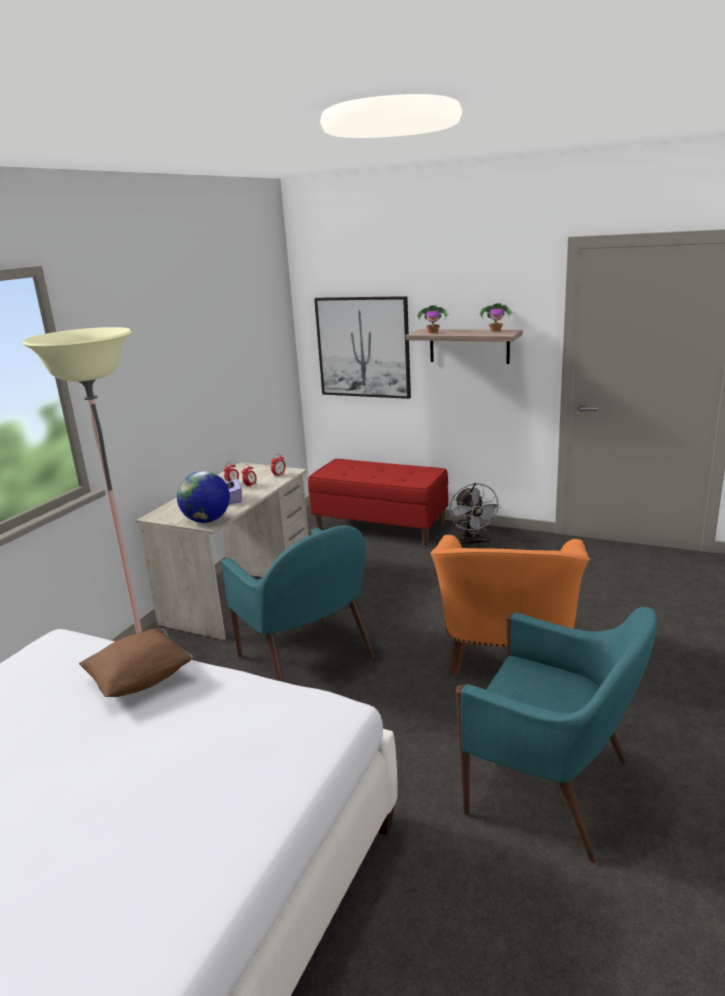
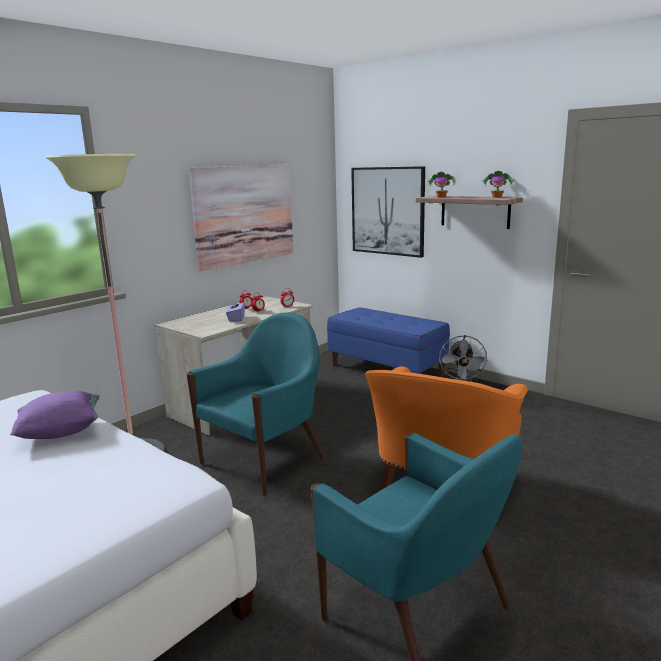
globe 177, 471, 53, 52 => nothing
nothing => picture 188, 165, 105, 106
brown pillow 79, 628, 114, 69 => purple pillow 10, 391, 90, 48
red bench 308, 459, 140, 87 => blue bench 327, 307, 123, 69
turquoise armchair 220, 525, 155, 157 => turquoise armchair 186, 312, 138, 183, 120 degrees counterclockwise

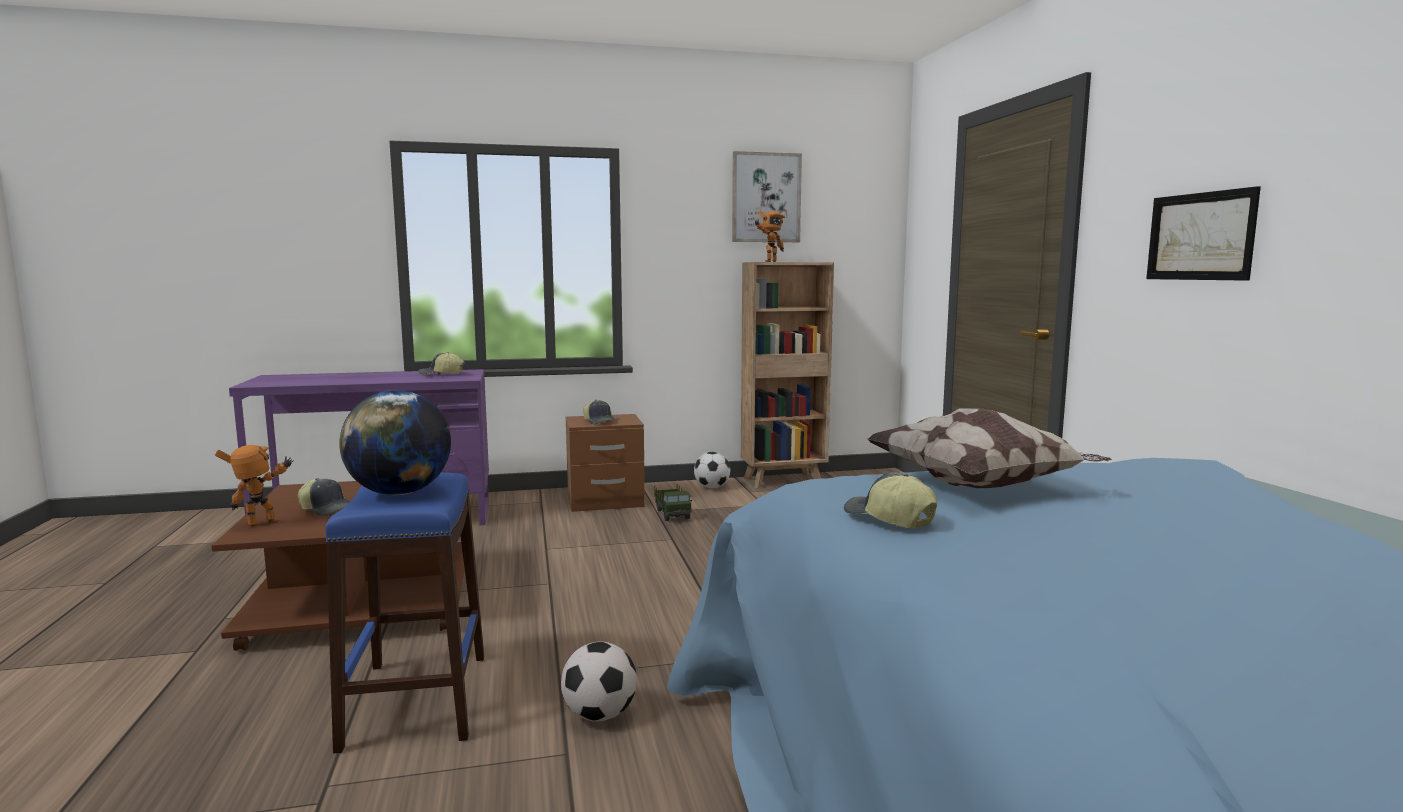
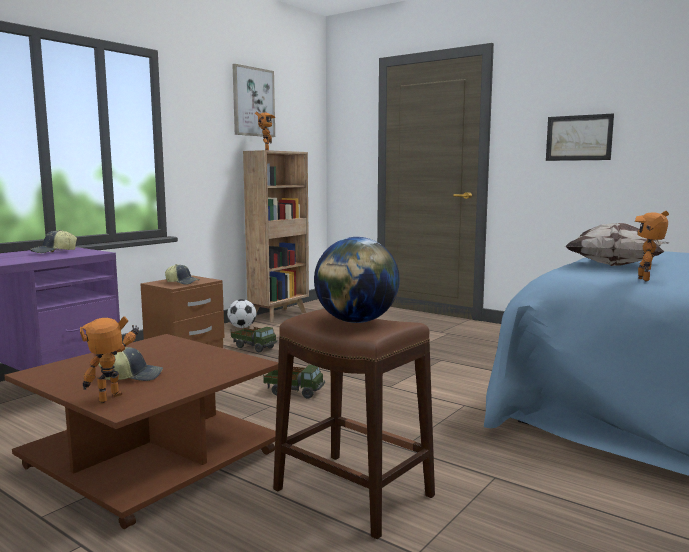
football 561, 641, 76, 81 => nothing
nothing => toy truck 263, 365, 62, 34
cap 844, 472, 93, 57 => toy robot 635, 211, 34, 70
blue stool 325, 473, 159, 280 => brown stool 273, 309, 162, 230

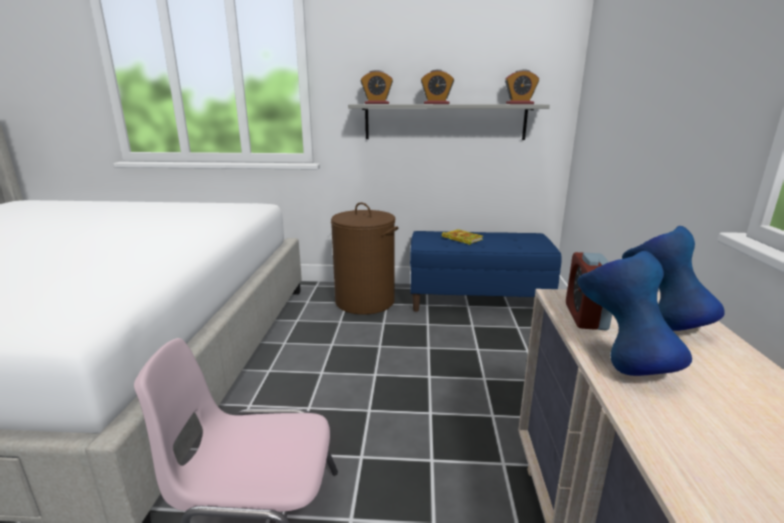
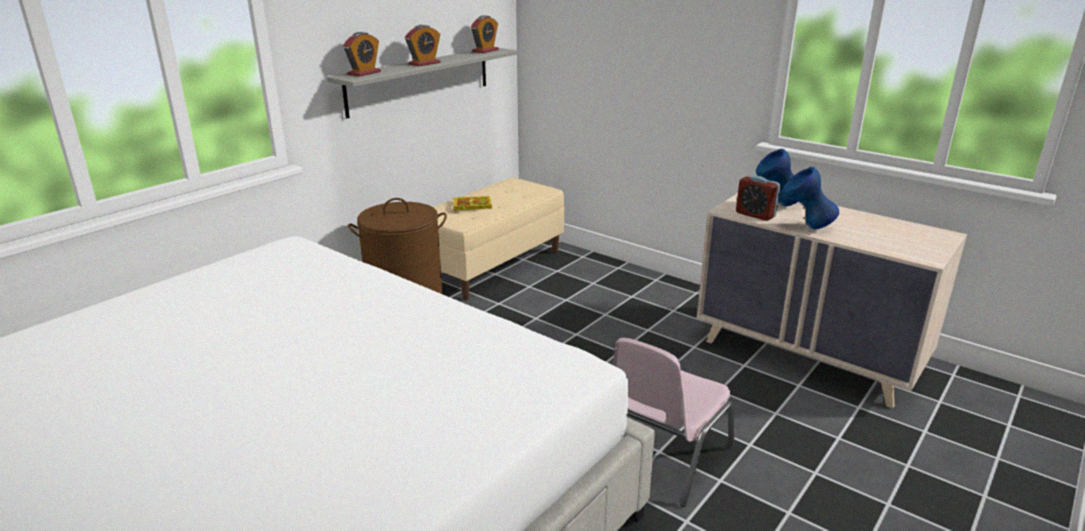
blue bench 410, 231, 152, 81 => beige bench 433, 177, 131, 123

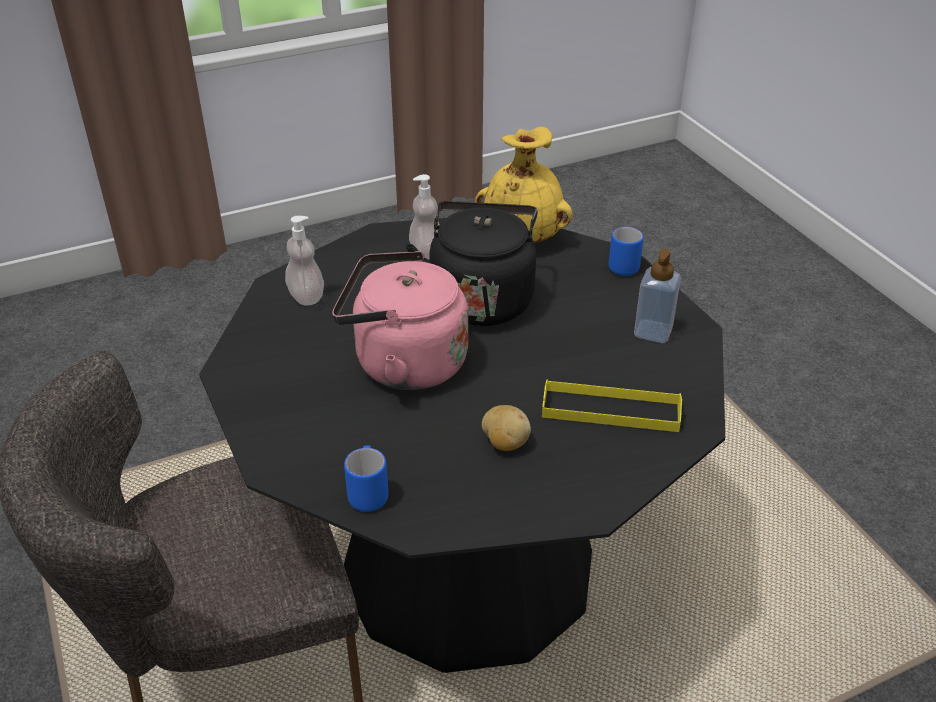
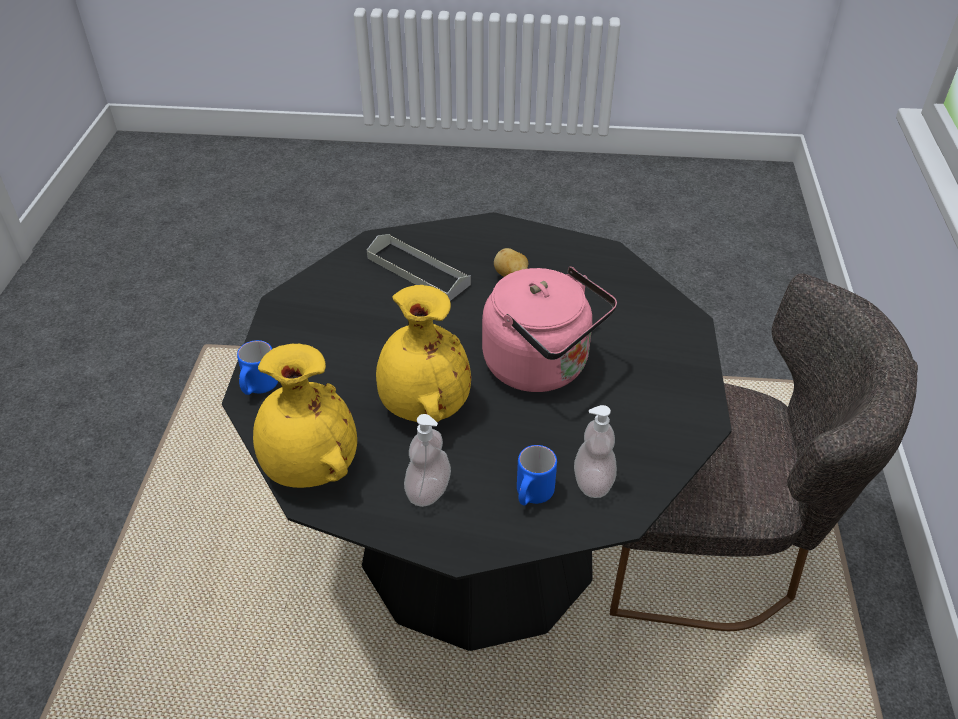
soap dispenser 634, 249, 47, 94 => nothing
blue mug 344, 445, 45, 67 => blue mug 517, 445, 40, 61, relocated
black kettle 406, 201, 132, 125 => yellow vase 376, 285, 95, 137
yellow tray 542, 379, 140, 53 => grey tray 367, 234, 104, 67

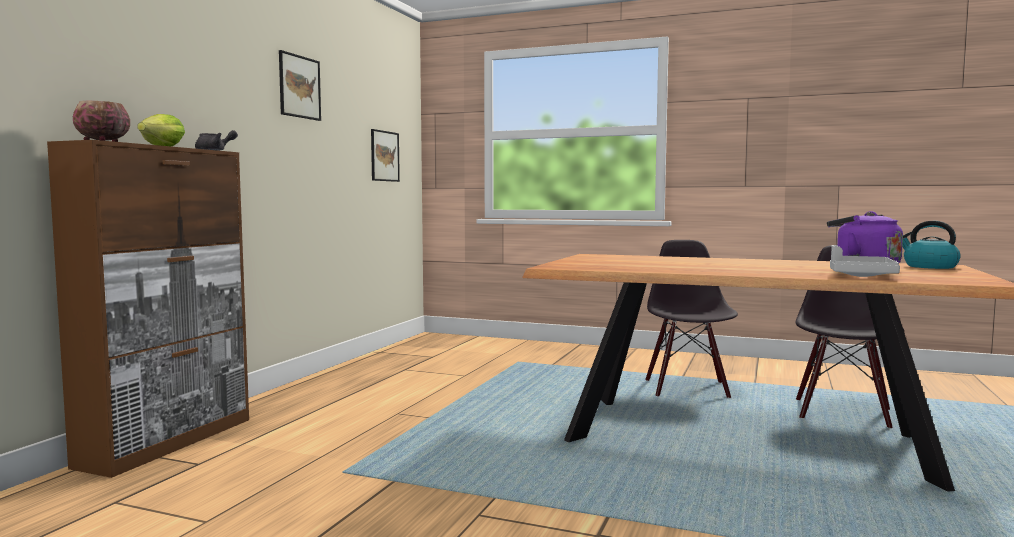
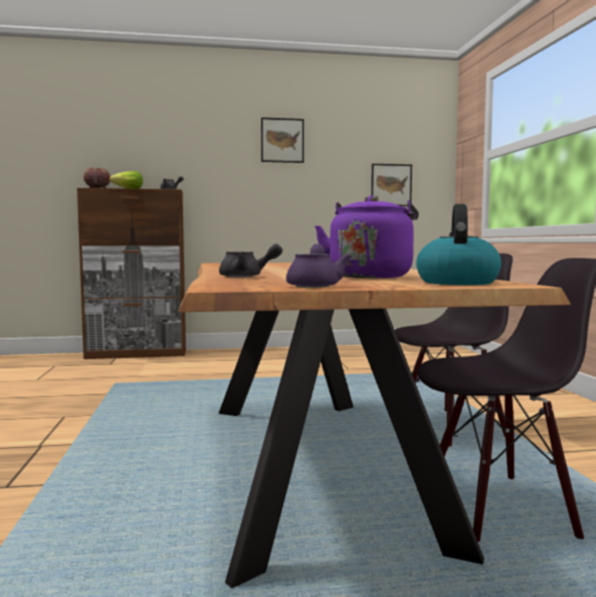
nothing => purple teapot 286, 244, 65, 44
grey tray 830, 245, 70, 32 => grey teapot 219, 244, 64, 34

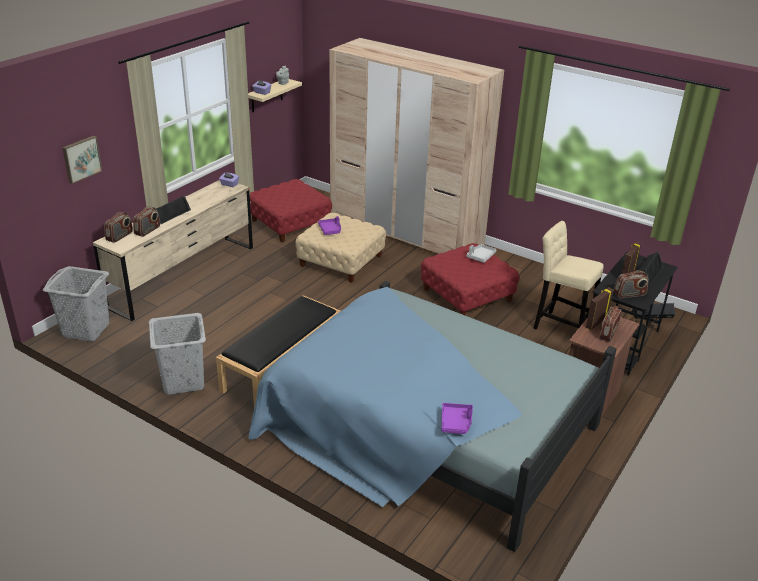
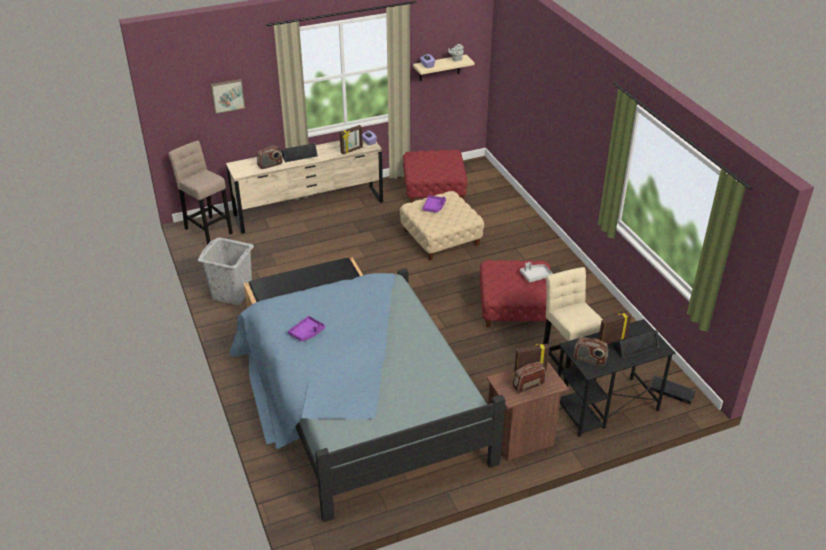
radio 104, 212, 29, 31 => nothing
beige wardrobe 329, 38, 175, 216 => nothing
nothing => picture frame 340, 125, 23, 29
purple tray 442, 403, 31, 31 => purple tray 288, 316, 37, 25, relocated
grey laundry basket 43, 266, 66, 75 => beige stool 168, 141, 65, 103

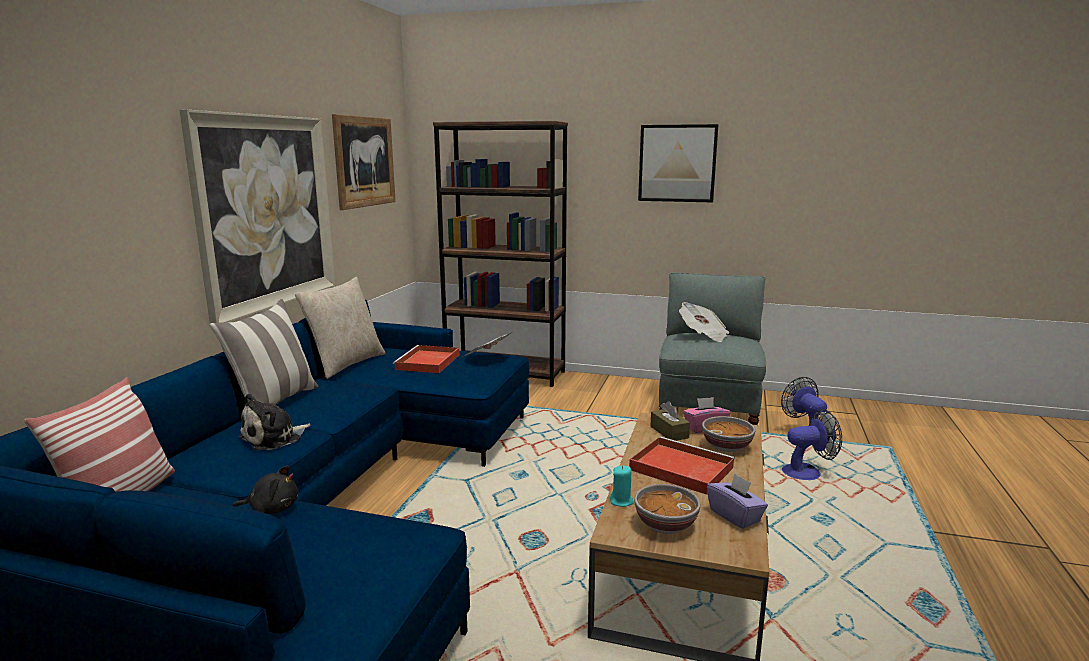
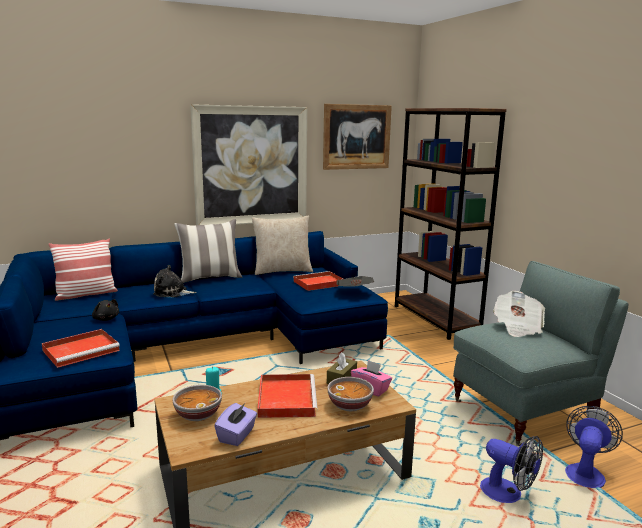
picture 638, 124, 81, 78 => nothing
nothing => red tray 42, 329, 78, 39

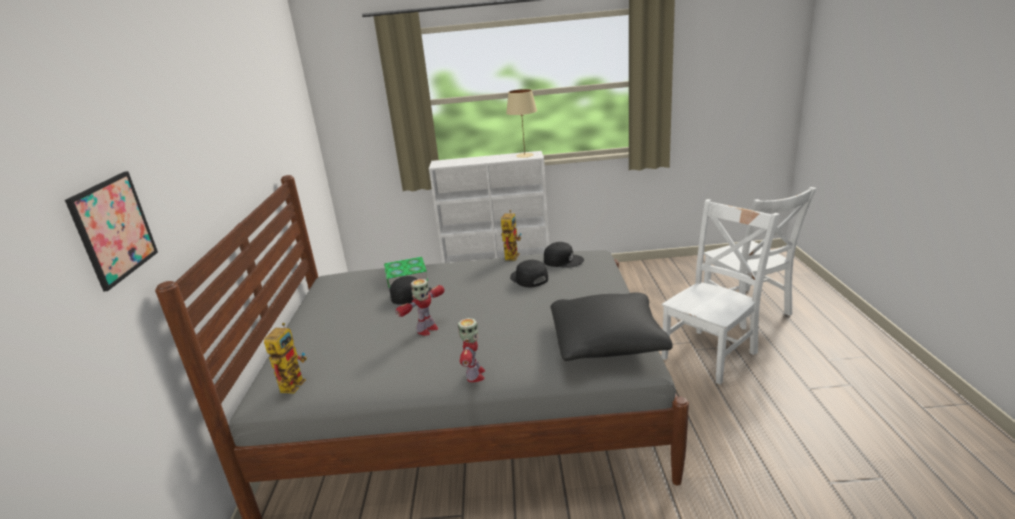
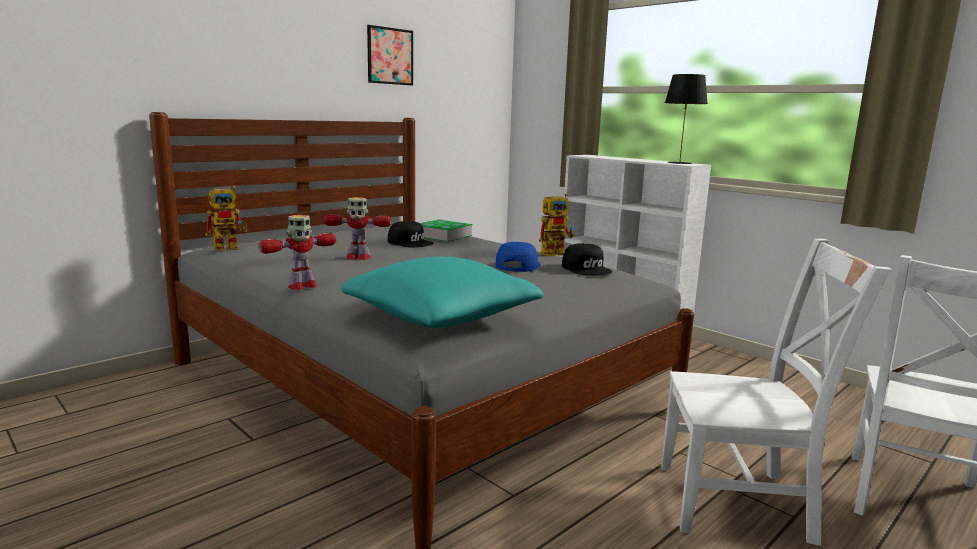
picture 65, 171, 93, 121 => picture 367, 25, 46, 60, relocated
beige table lamp 506, 89, 31, 69 => black table lamp 665, 74, 43, 90
black cap 510, 260, 38, 28 => blue cap 496, 242, 45, 30
black pillow 551, 292, 122, 69 => turquoise pillow 341, 257, 202, 71

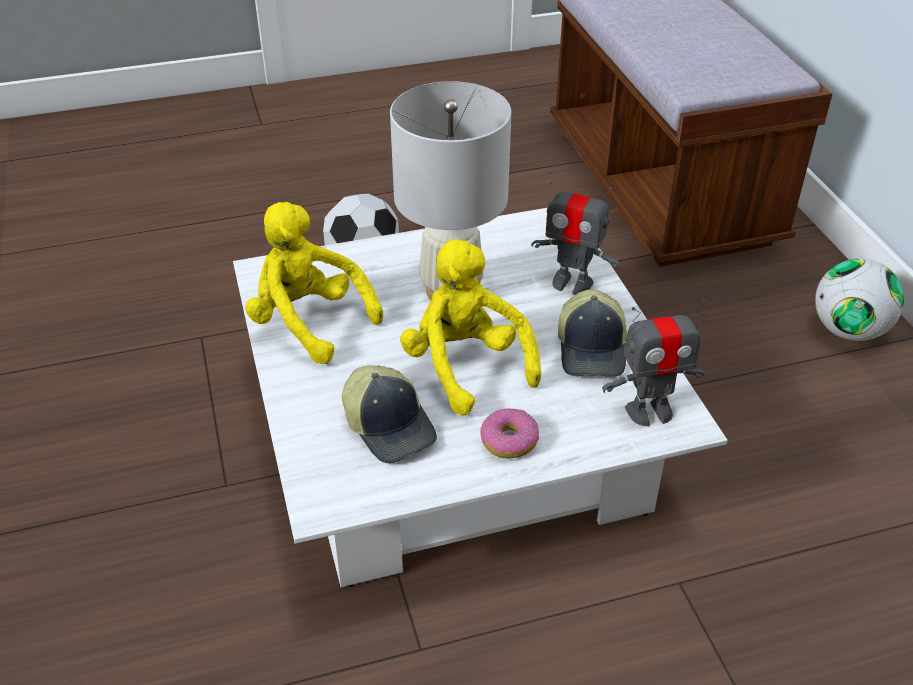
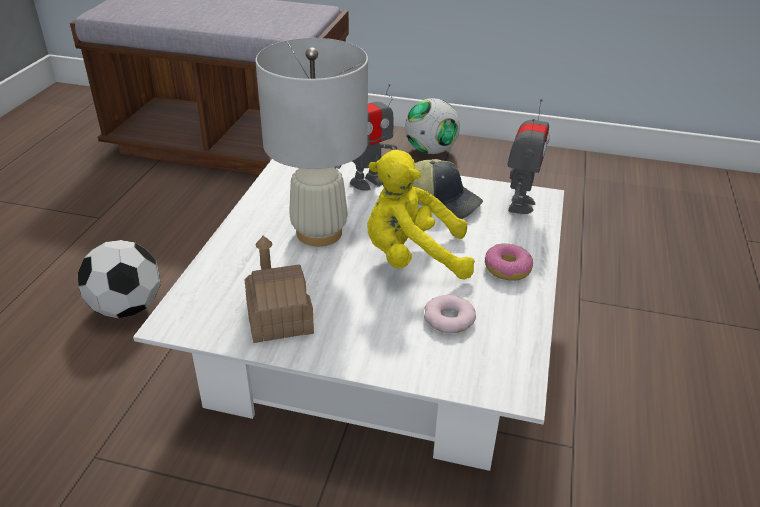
yellow plush toy 245, 202, 138, 162 => toy house 244, 236, 70, 107
cap 342, 365, 95, 98 => donut 424, 295, 52, 38

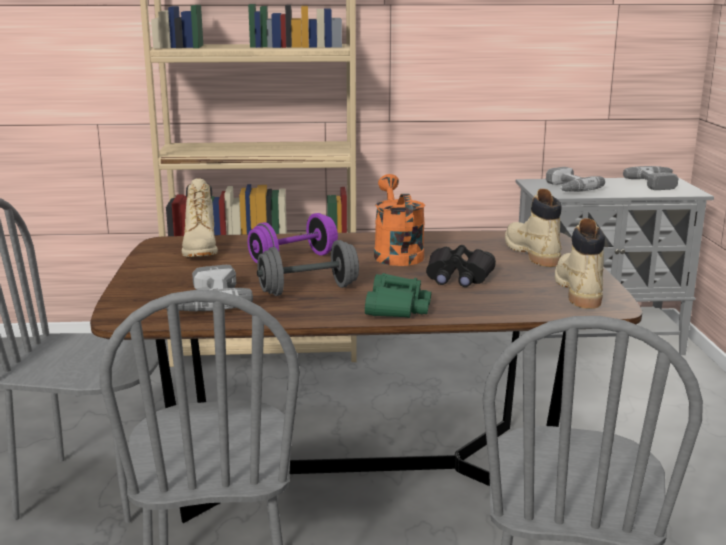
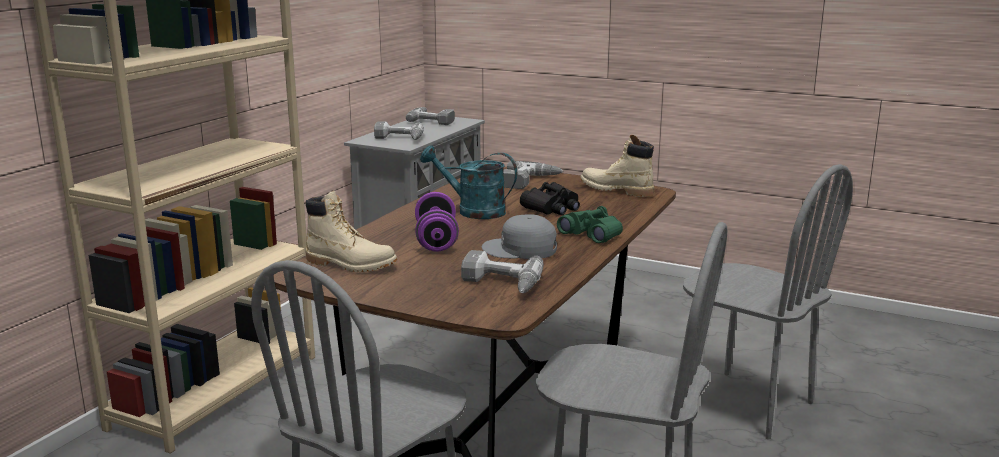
grey dumbbell 257, 240, 102, 56 => grey cap 482, 214, 75, 45
beige boot 505, 189, 57, 78 => power drill 503, 161, 60, 28
orange watering can 374, 174, 51, 92 => turquoise watering can 420, 146, 97, 73

